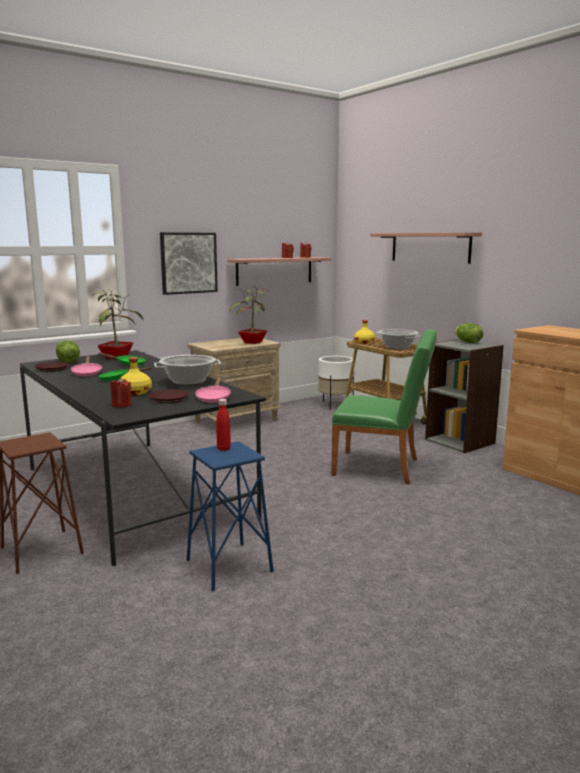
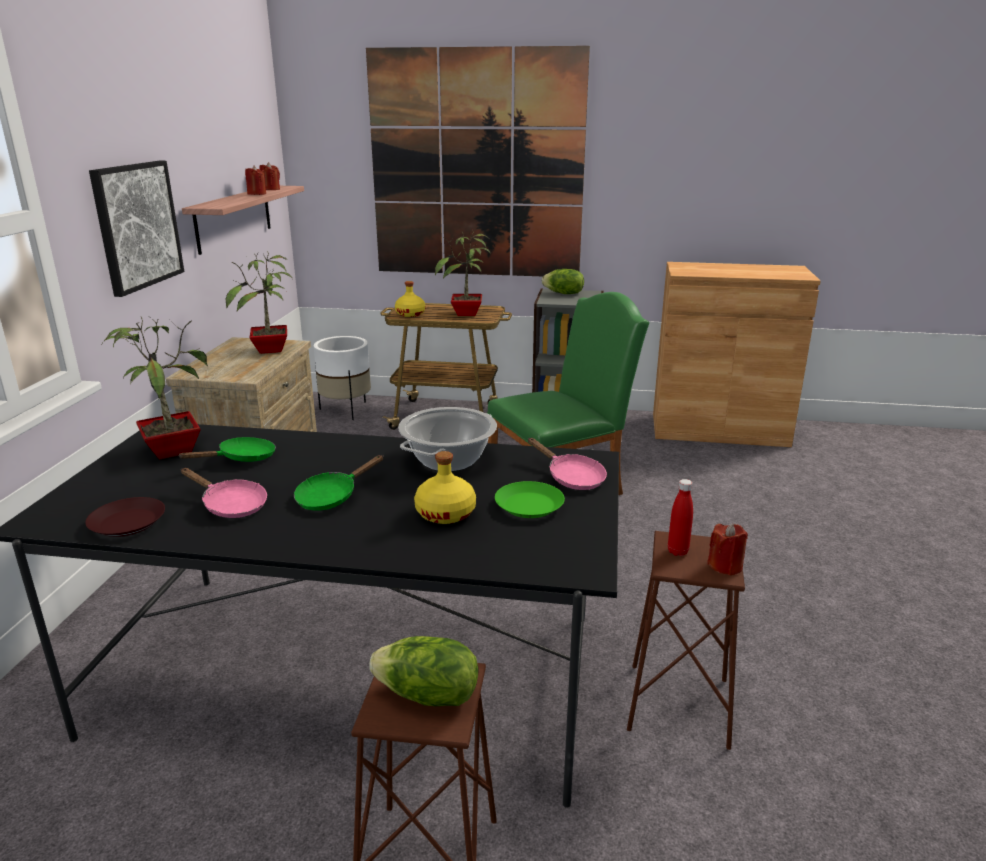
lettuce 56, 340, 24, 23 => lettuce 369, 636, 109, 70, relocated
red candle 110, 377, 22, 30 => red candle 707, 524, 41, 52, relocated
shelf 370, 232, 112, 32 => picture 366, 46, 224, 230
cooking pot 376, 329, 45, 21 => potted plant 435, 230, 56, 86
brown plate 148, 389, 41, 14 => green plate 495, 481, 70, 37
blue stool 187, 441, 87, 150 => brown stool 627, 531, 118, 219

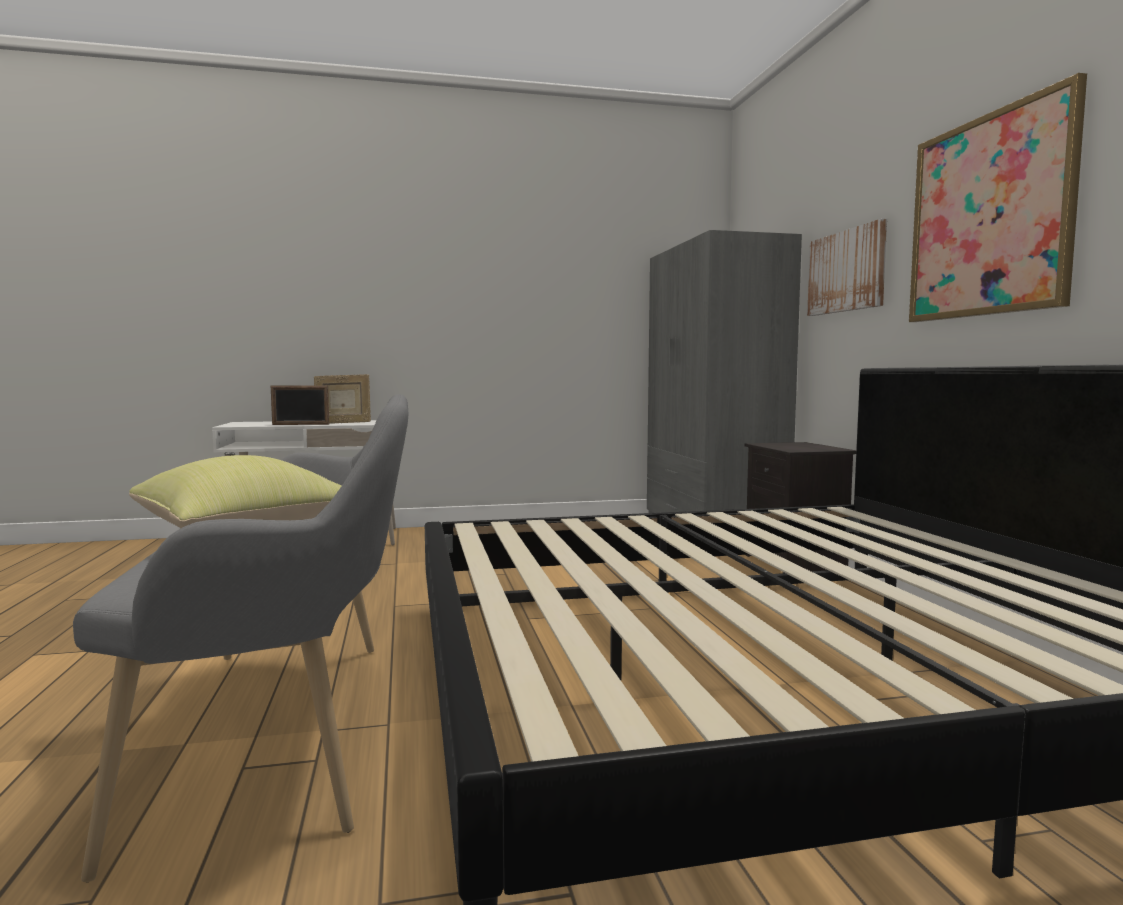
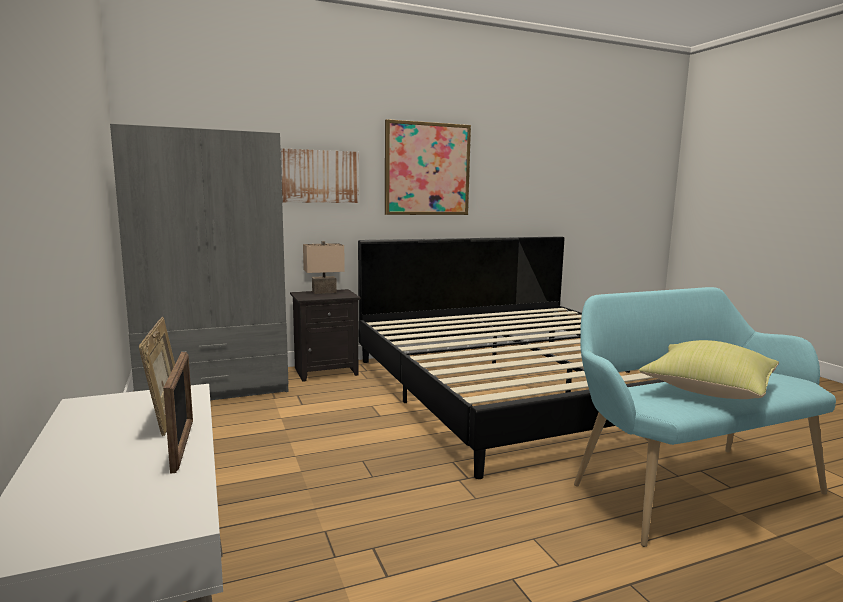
nothing => beige table lamp 303, 241, 42, 53
grey bench 73, 394, 336, 488 => turquoise bench 574, 287, 262, 260

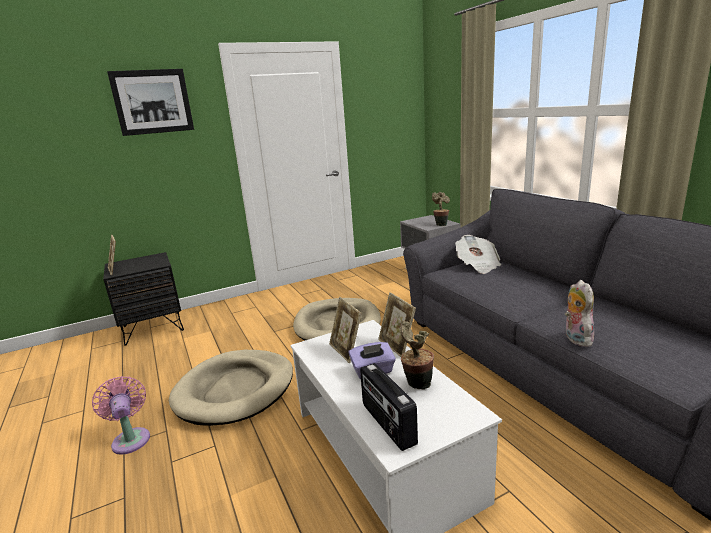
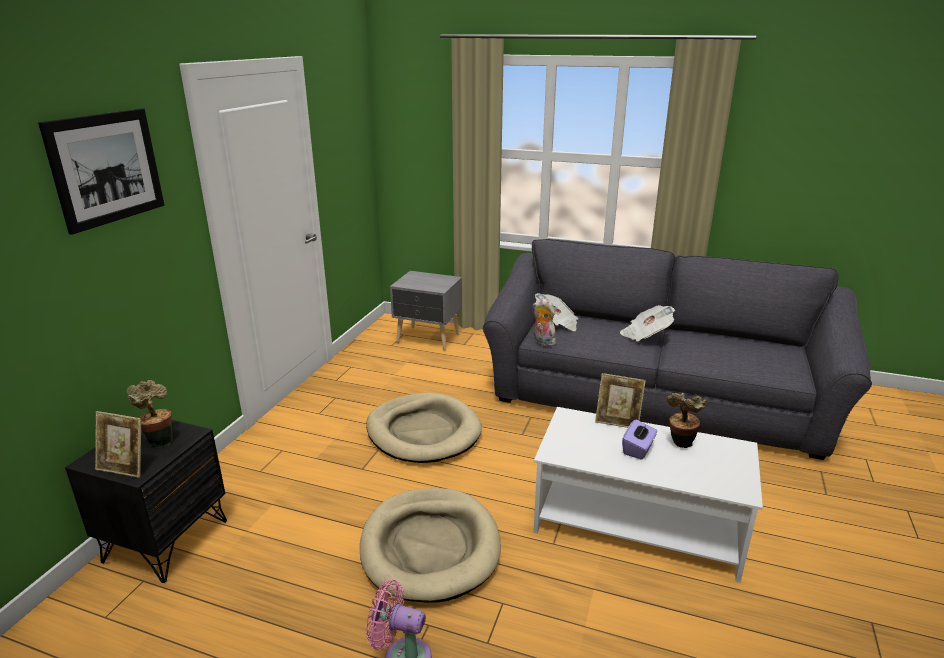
picture frame 329, 297, 32, 66 => nothing
radio 360, 363, 58, 88 => nothing
nothing => newspaper 620, 305, 55, 36
potted plant 432, 192, 18, 34 => potted plant 127, 380, 45, 67, relocated
plush toy 565, 280, 29, 67 => plush toy 532, 298, 25, 48, relocated

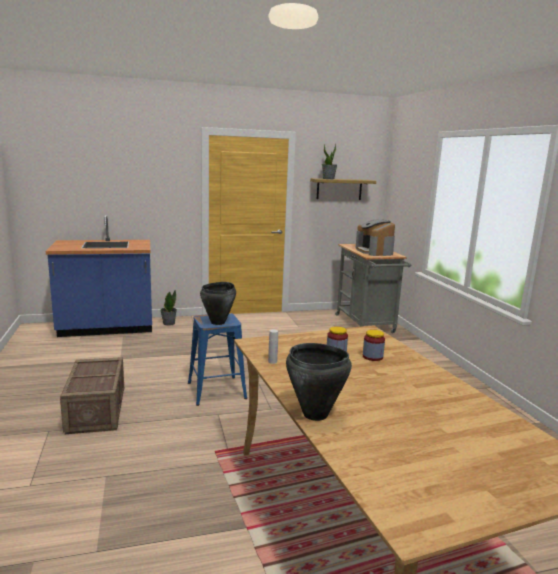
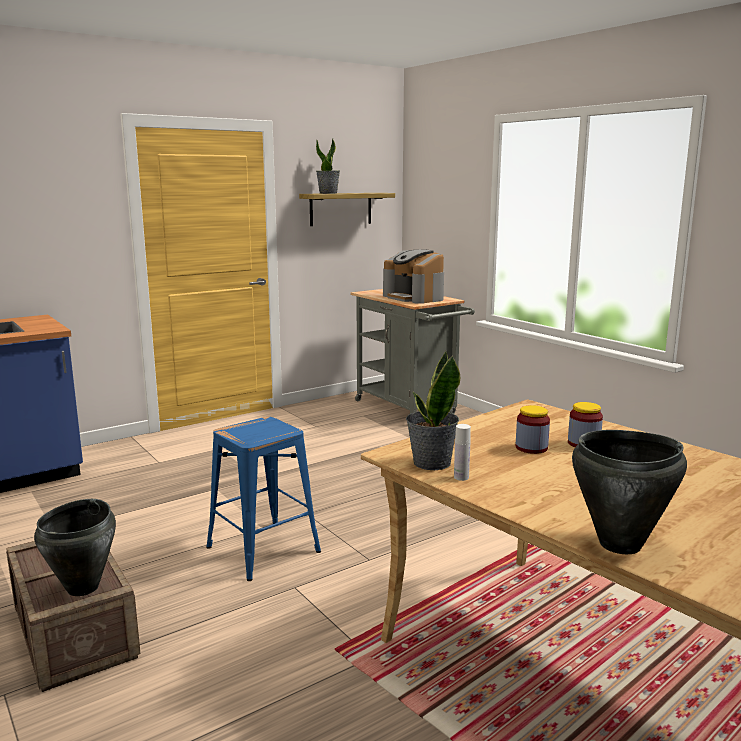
potted plant 160, 290, 17, 36 => potted plant 406, 351, 54, 119, relocated
black cooking pot 200, 282, 36, 43 => black cooking pot 34, 499, 82, 97, relocated

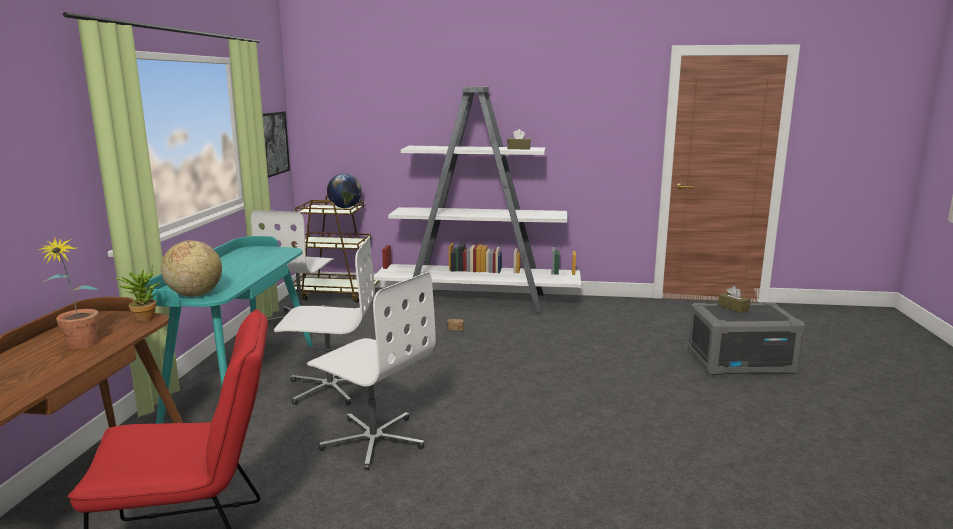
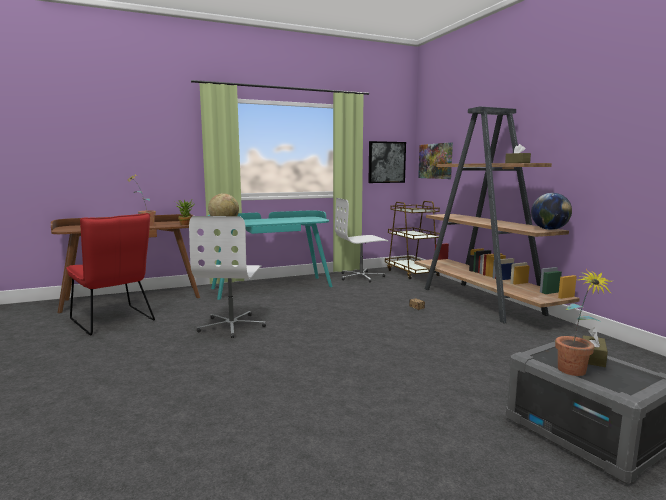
white office chair 274, 236, 101, 169 => nothing
nothing => picture 418, 143, 35, 36
nothing => potted plant 555, 268, 57, 108
globe 327, 174, 35, 34 => globe 531, 193, 41, 37, relocated
white bookcase 374, 87, 207, 227 => brown bookcase 414, 107, 166, 217

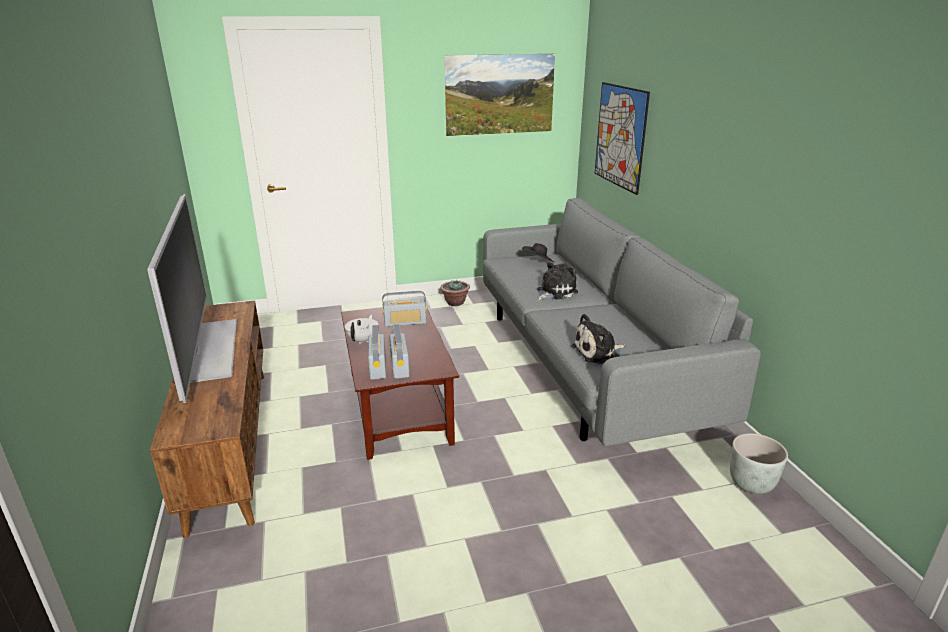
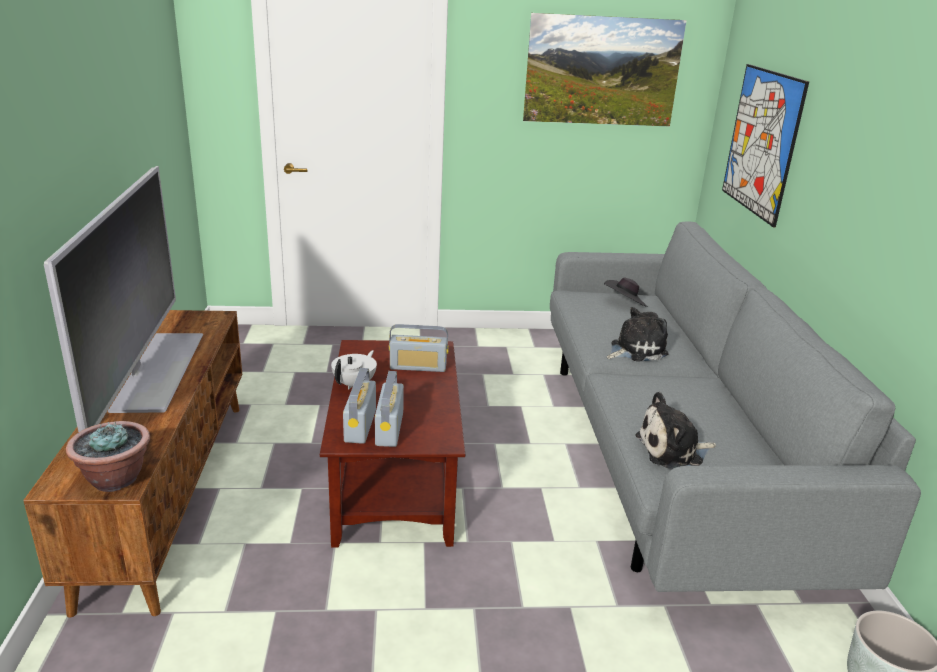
potted plant 440, 279, 30, 27 => potted plant 66, 421, 84, 71, relocated

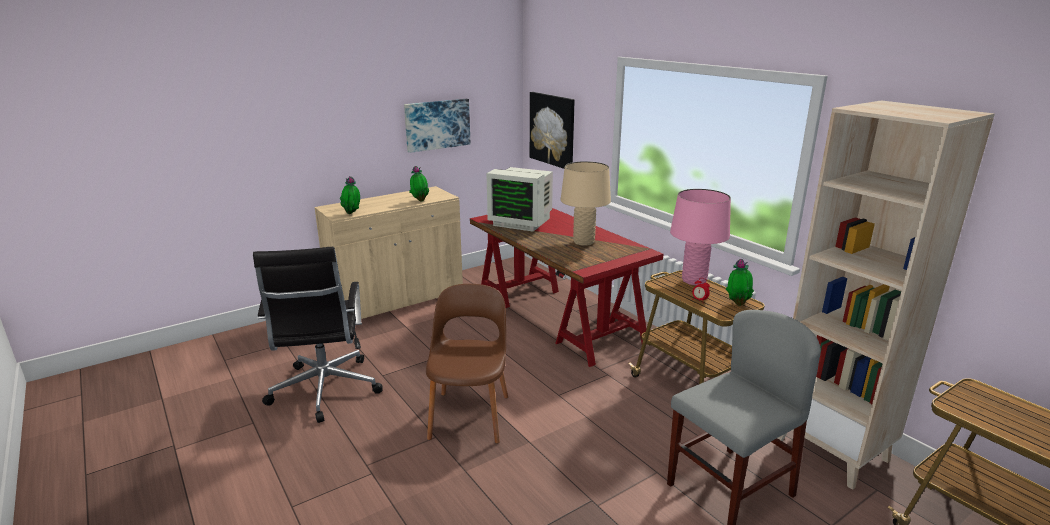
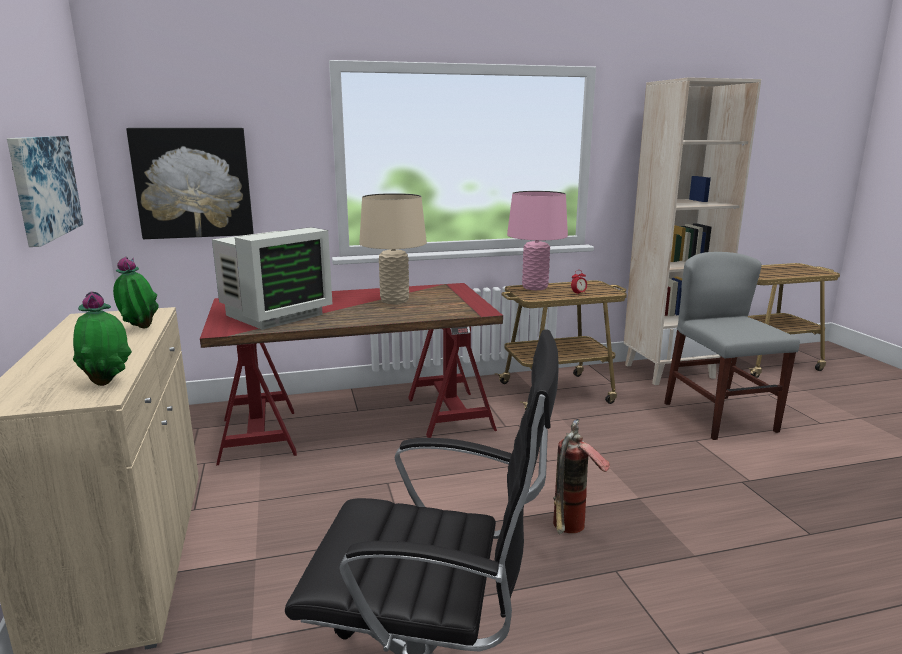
potted plant 725, 259, 29, 47 => nothing
brown chair 426, 284, 82, 160 => fire extinguisher 553, 419, 57, 115

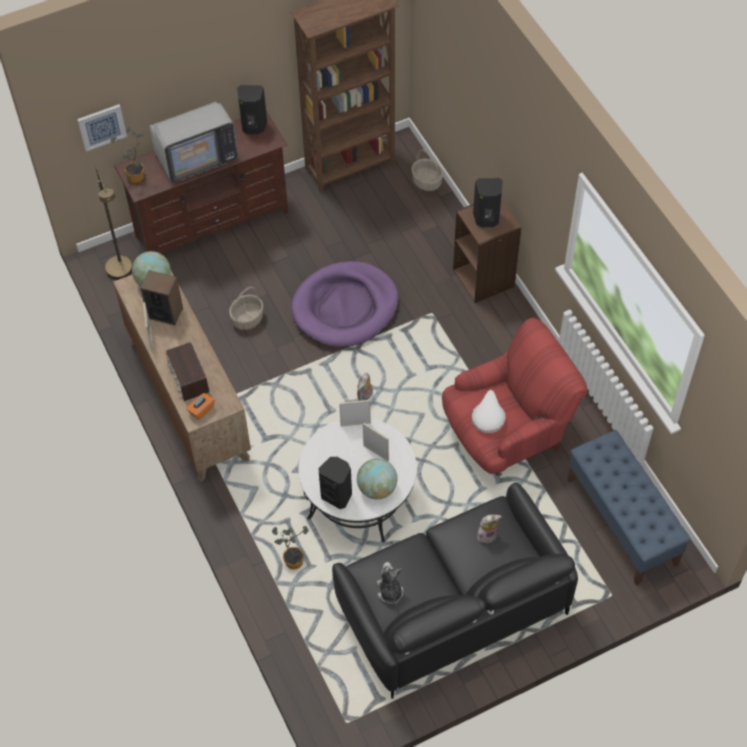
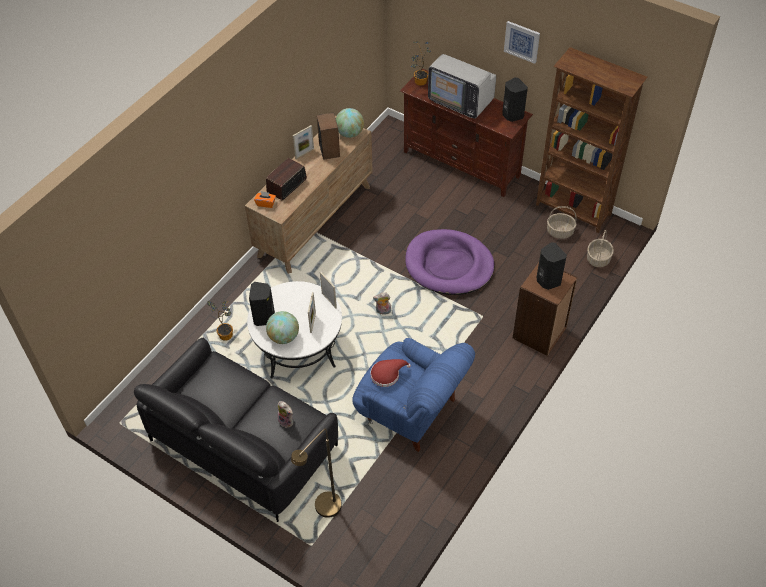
plush toy 377, 562, 26, 43 => nothing
blue bench 568, 430, 123, 156 => nothing
picture 77, 104, 50, 48 => picture 504, 21, 36, 43, relocated
brown floor lamp 95, 166, 37, 114 => brown floor lamp 291, 428, 51, 90, relocated
basket 229, 287, 34, 43 => basket 547, 206, 30, 33, relocated
red armchair 442, 318, 146, 158 => blue armchair 352, 338, 123, 114
white hat 472, 390, 33, 43 => red hat 371, 359, 40, 28

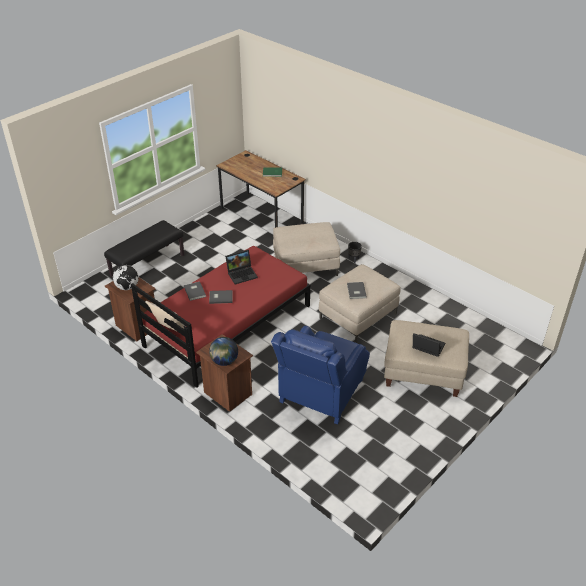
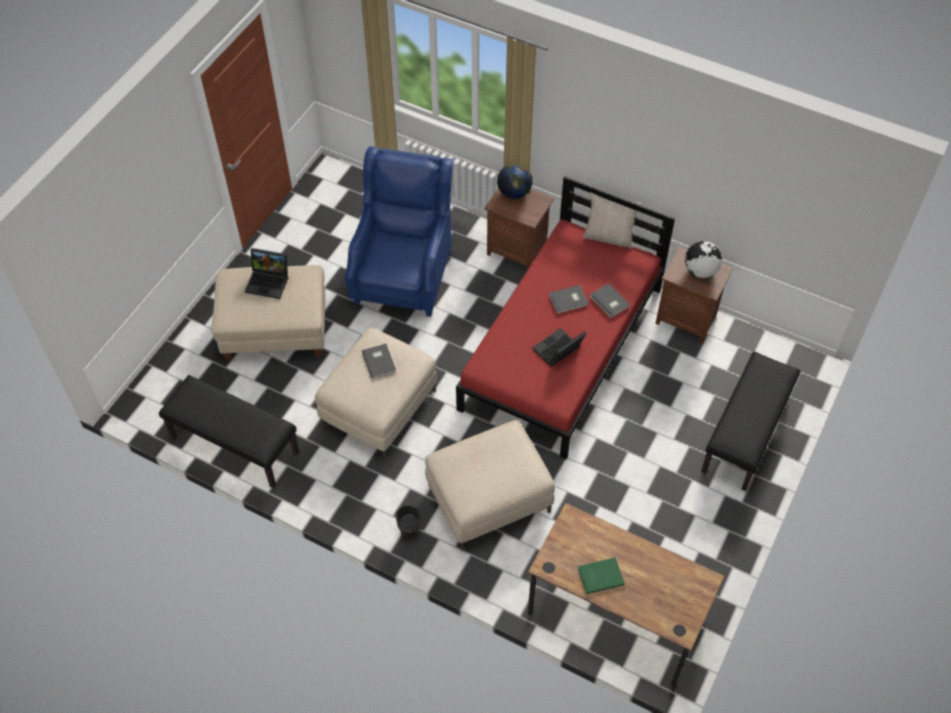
nothing => black bench 159, 375, 140, 113

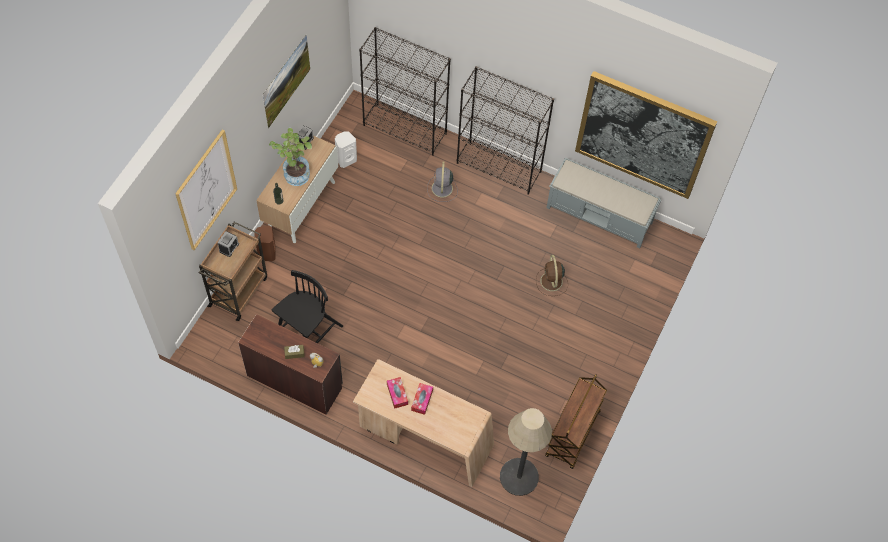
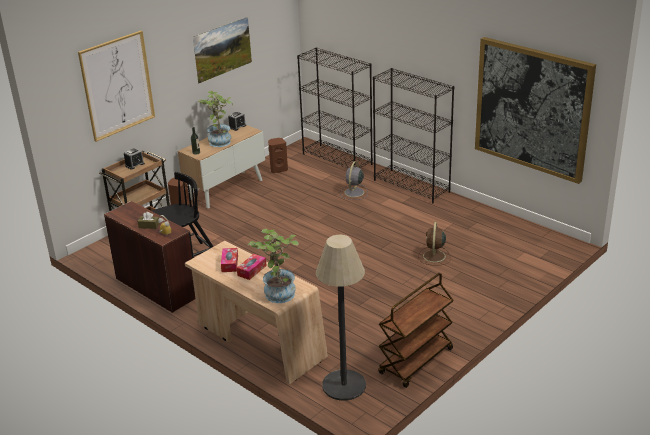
grey bench 546, 158, 115, 91 => nothing
nothing => potted plant 247, 229, 52, 74
white speaker 335, 131, 22, 37 => brown speaker 268, 138, 20, 35

